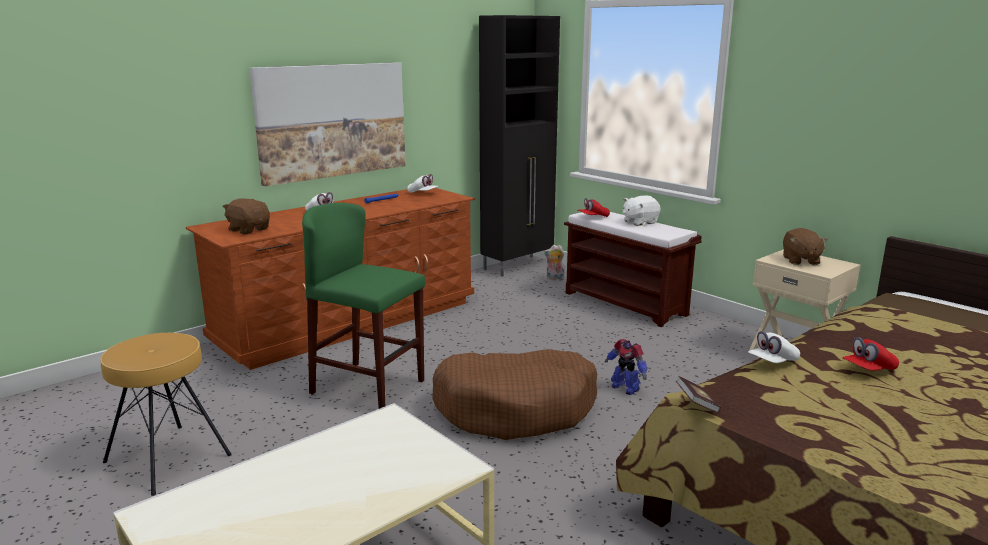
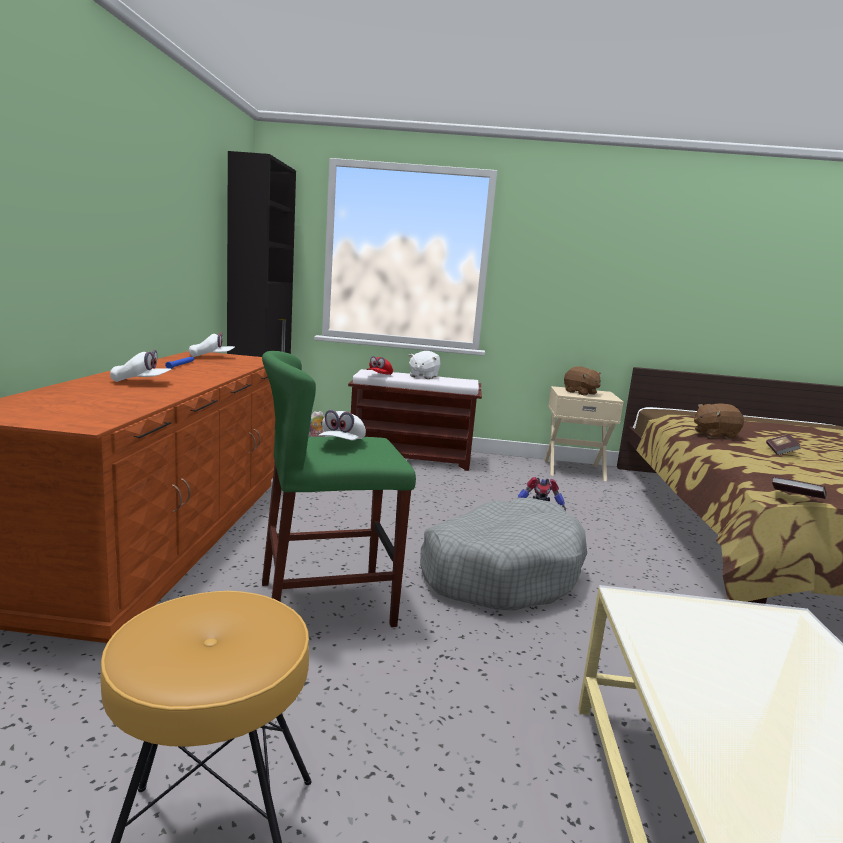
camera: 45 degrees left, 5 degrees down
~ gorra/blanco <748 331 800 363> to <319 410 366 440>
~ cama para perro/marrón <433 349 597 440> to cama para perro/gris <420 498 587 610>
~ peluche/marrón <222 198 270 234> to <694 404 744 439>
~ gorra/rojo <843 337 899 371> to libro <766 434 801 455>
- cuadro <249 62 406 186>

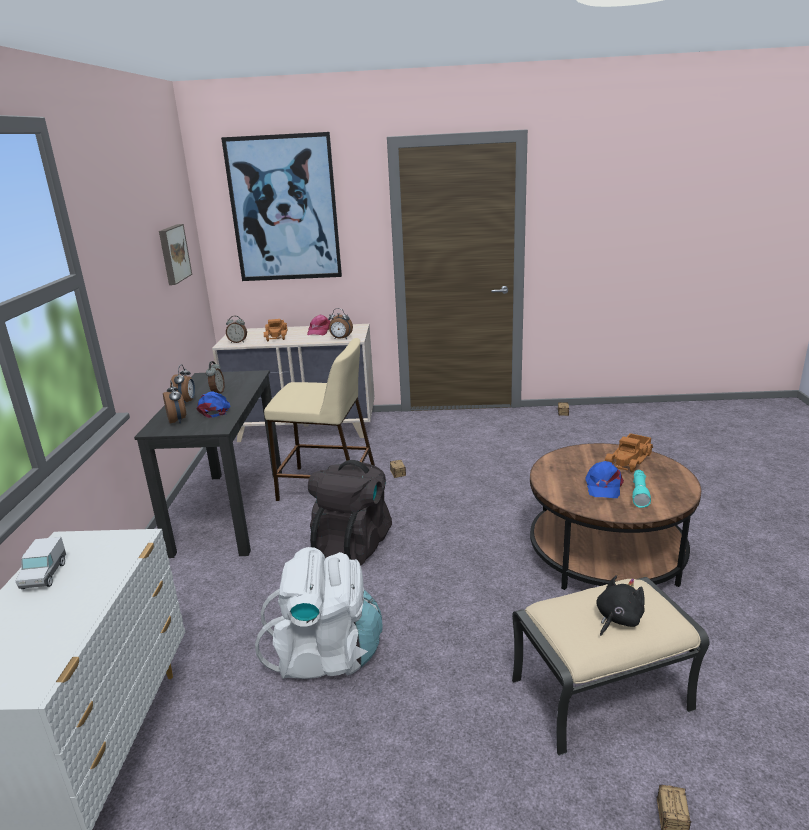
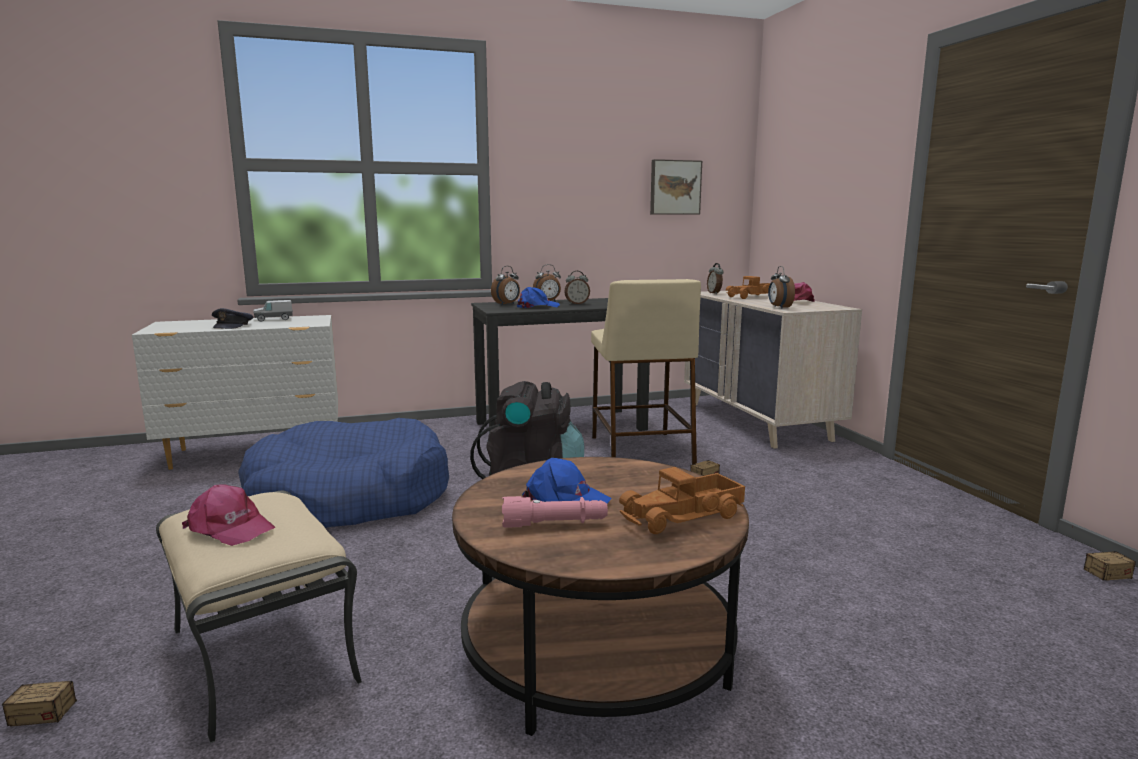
camera: 70 degrees right, 10 degrees down
~ peluche/negro <596 575 645 636> to gorra/rosa <182 484 275 546>
+ gorra/gris <212 308 253 329>
~ mochila/blanco <255 547 383 679> to cama para perro/azul <238 418 449 528>
~ linterna/turquesa <632 470 651 508> to linterna/rosa <502 496 608 528>
~ gorra/azul <585 461 624 498> = <522 458 612 503> 150 degrees counterclockwise
~ camión de juguete <605 433 653 472> = <619 467 745 534> 45 degrees counterclockwise
- cuadro <221 132 342 281>

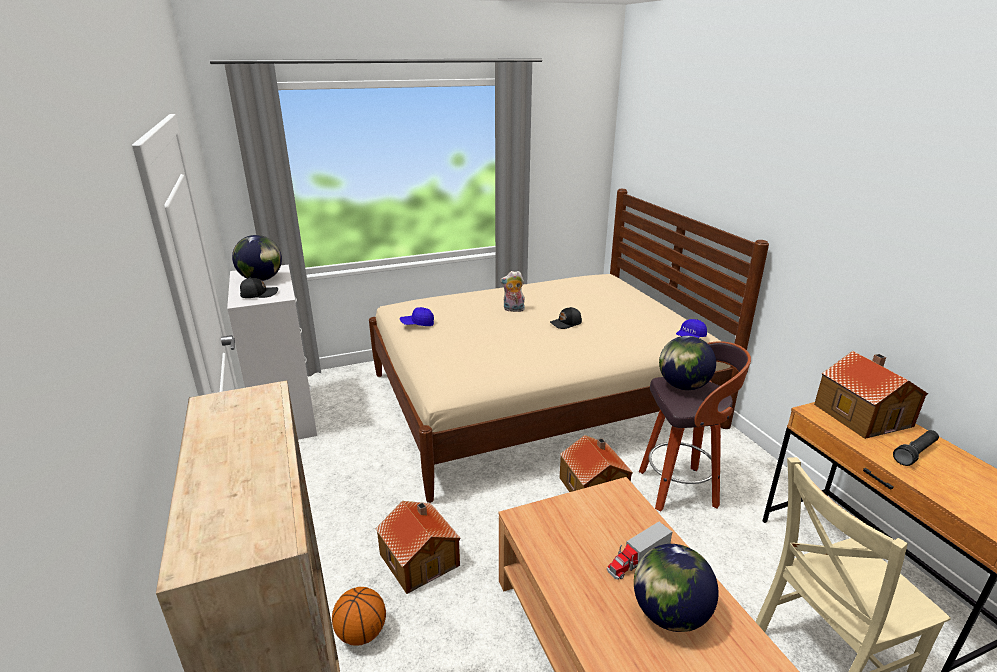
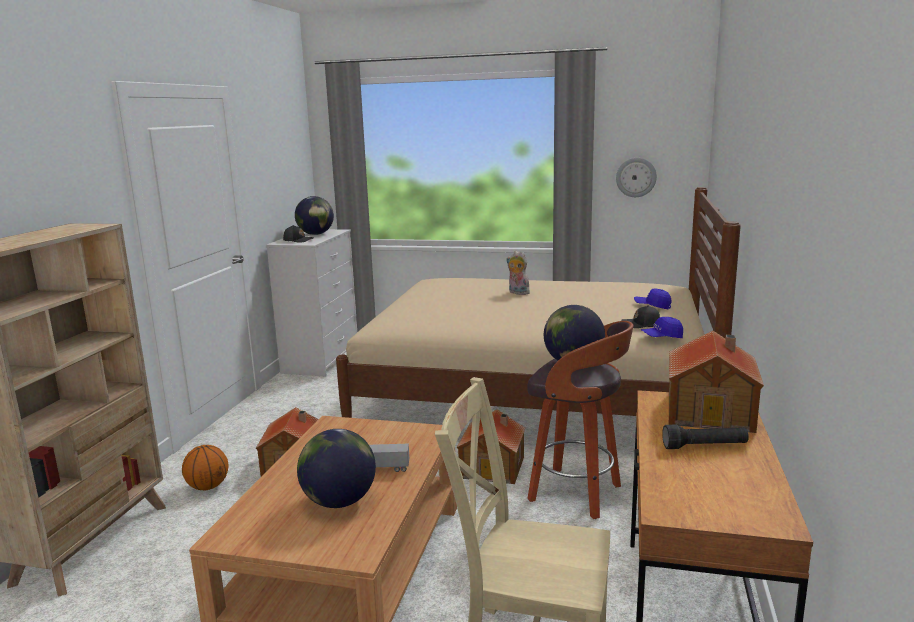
camera: 35 degrees right, 10 degrees down
+ reloj de pared <616 158 657 197>
~ gorra/negro <550 307 582 329> to <621 305 660 328>
~ gorra/azul <400 307 434 326> to <634 288 671 309>

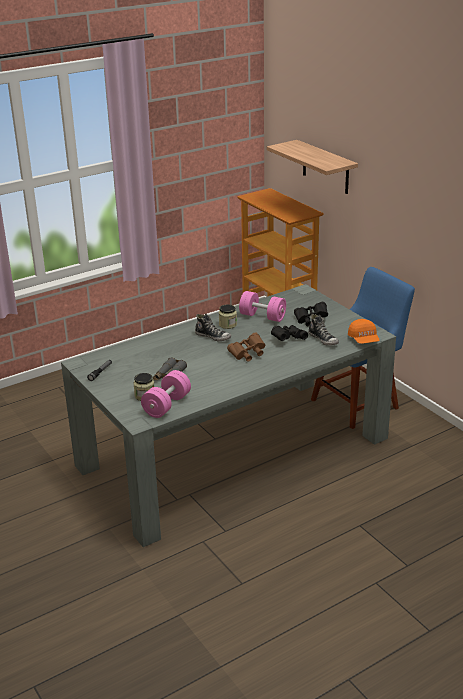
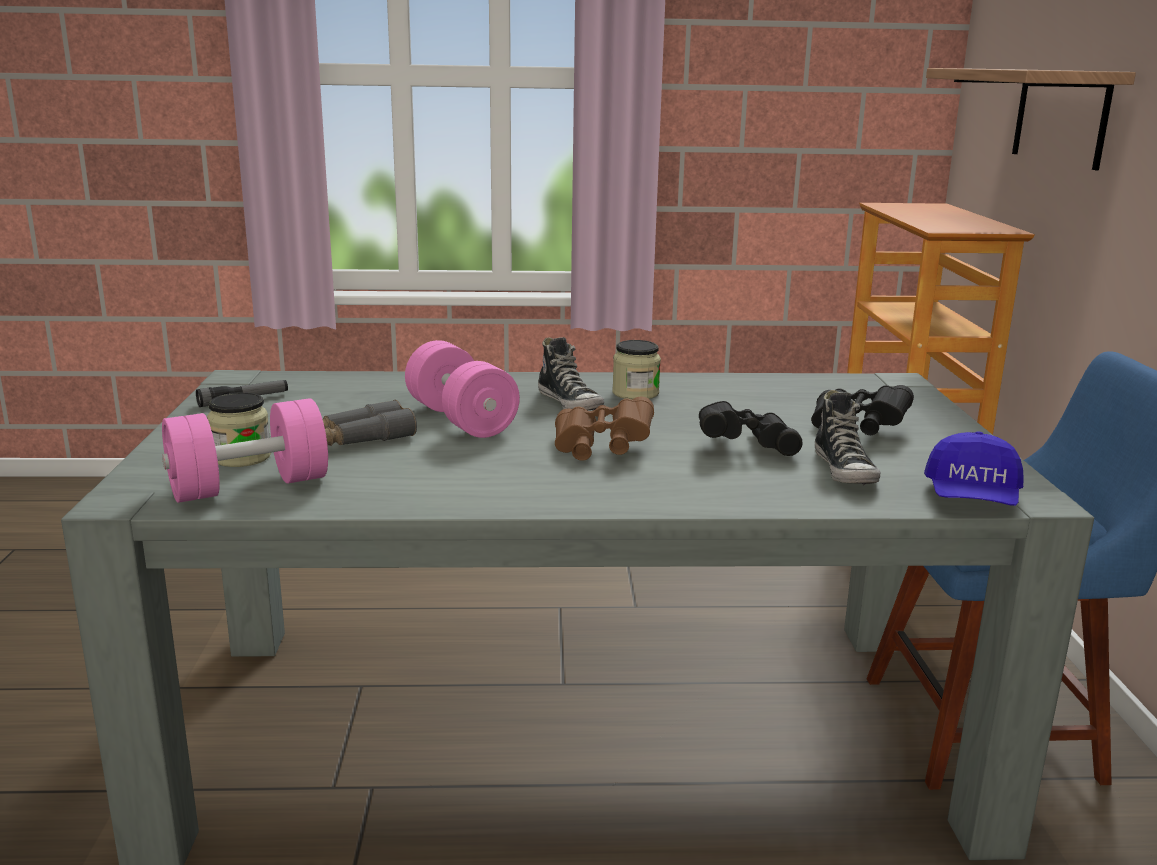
camera: 30 degrees right, 10 degrees down
~ mancuerna/rosa <239 291 286 322> to <405 340 520 438>
~ gorra/naranja <348 319 380 344> to gorra/azul <924 431 1024 506>

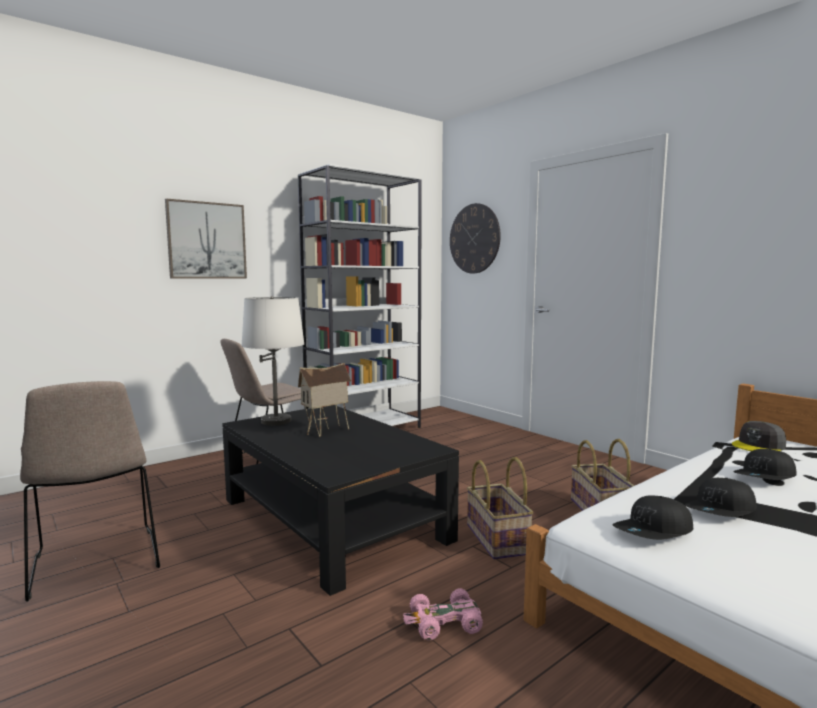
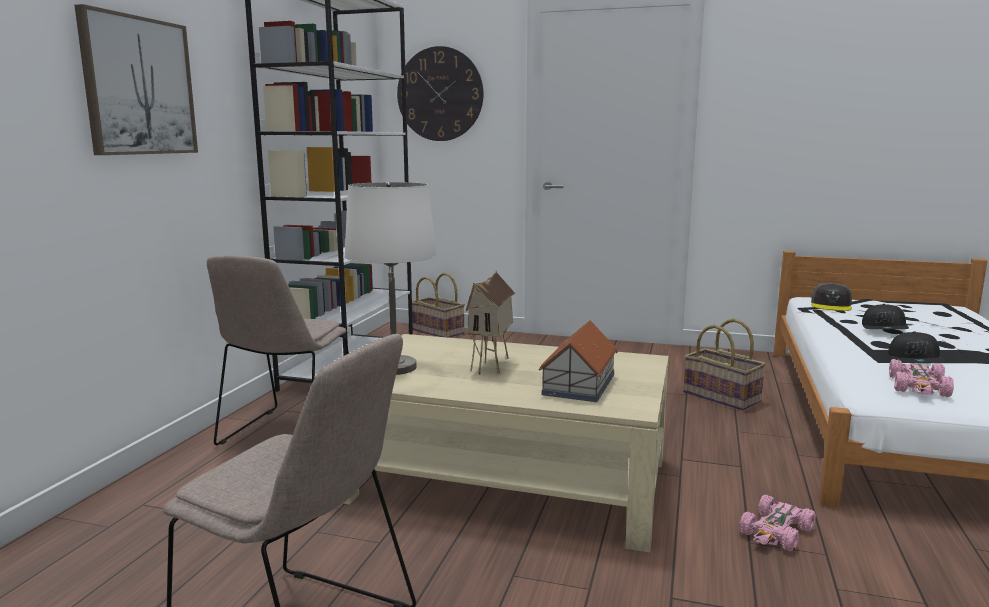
camera: 35 degrees left, 5 degrees up
~ mesa de centro/negro <222 405 459 596> to mesa de centro/beis <343 334 669 552>
~ cesta <467 457 533 559> to <412 273 465 338>
+ casita <539 320 618 402>
~ gorra/negro <613 495 693 540> to coche de juguete/rosa <889 359 954 397>

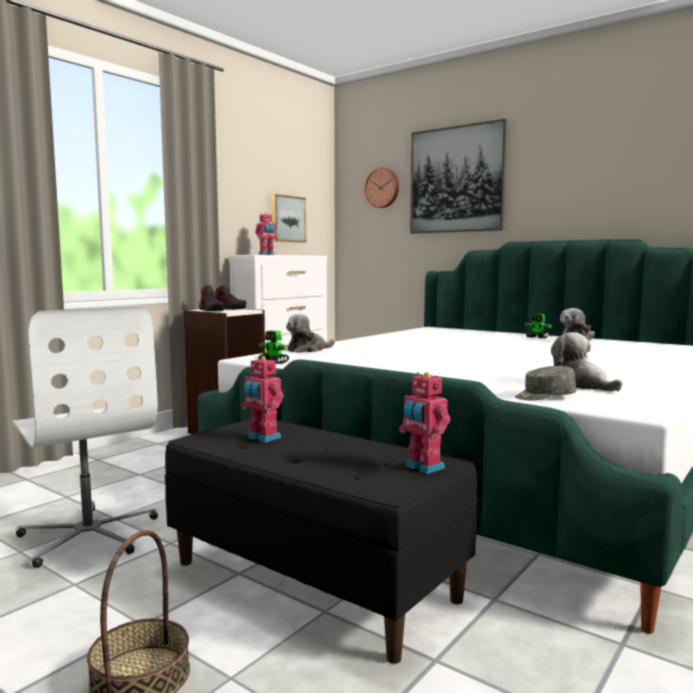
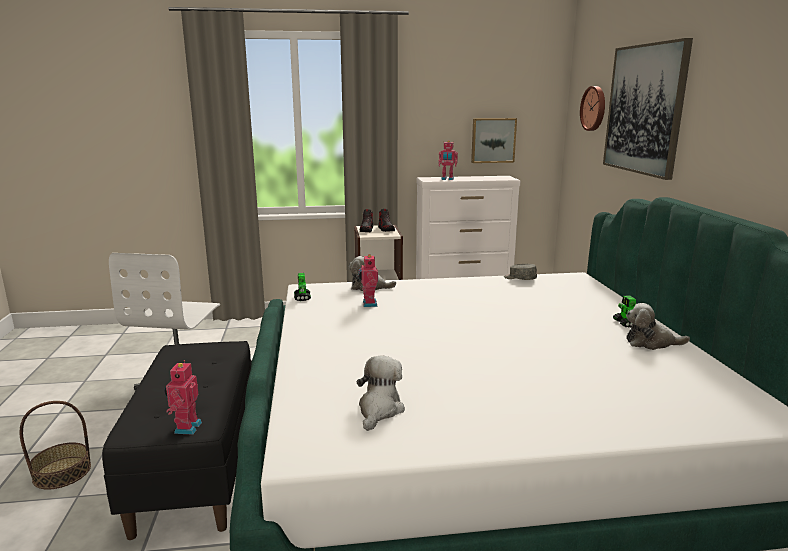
camera: 45 degrees right, 10 degrees up
~ robot de juguete <241 356 283 443> to <358 255 378 307>
~ gorra/gris <515 366 576 401> to <504 264 537 280>

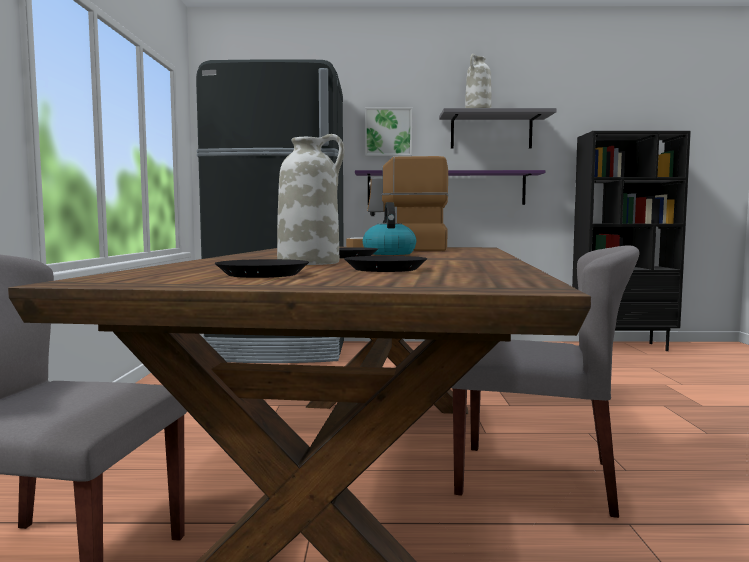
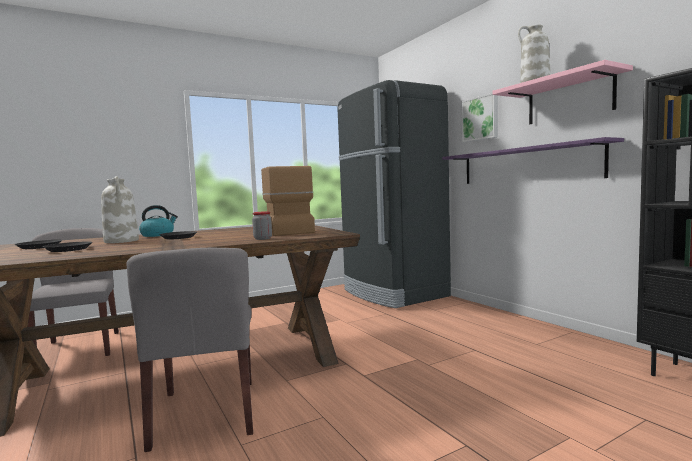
camera: 60 degrees right, 0 degrees up
~ hervidor <363 202 416 255> to <139 205 178 237>
+ tarro <252 211 272 240>
~ estante/gris <439 108 557 149> to estante/rosa <492 60 633 124>

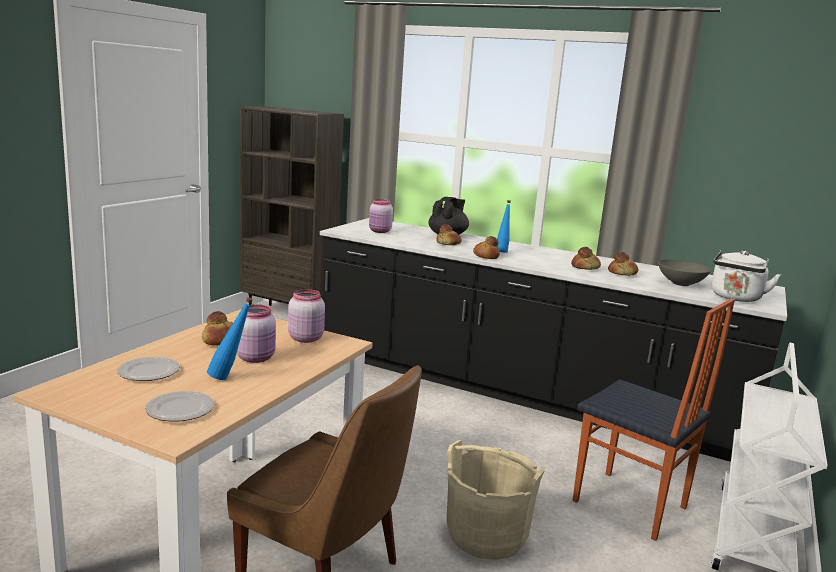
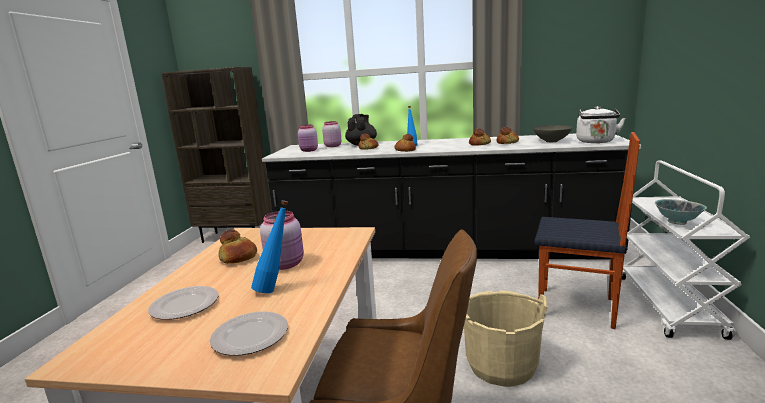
camera: 15 degrees left, 0 degrees up
~ tarro/rosa <288 289 325 343> to <322 121 342 147>
+ cuenco <655 199 707 225>

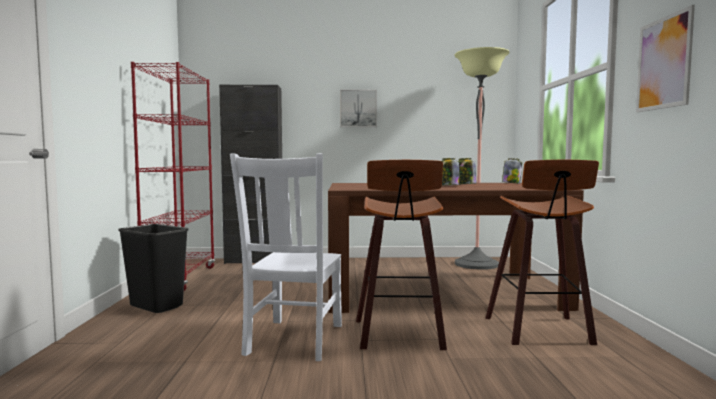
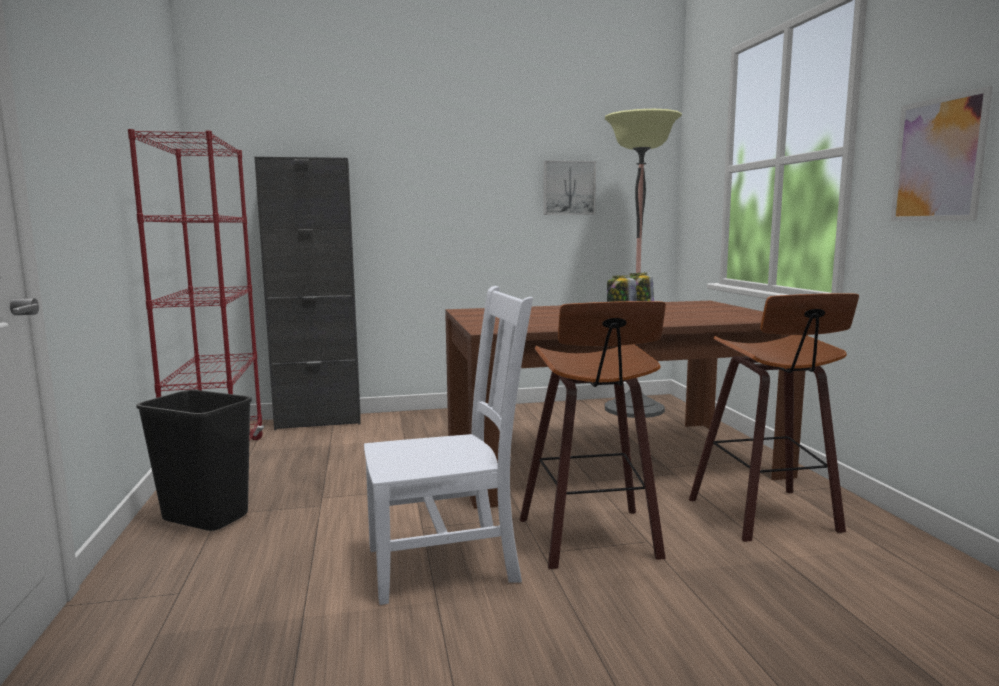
camera: 10 degrees left, 5 degrees up
~ silla/blanco <230 153 342 361> = <364 286 533 605> 105 degrees counterclockwise
~ cuadro <340 90 377 127> to <544 160 596 215>
- tarro <502 158 522 184>

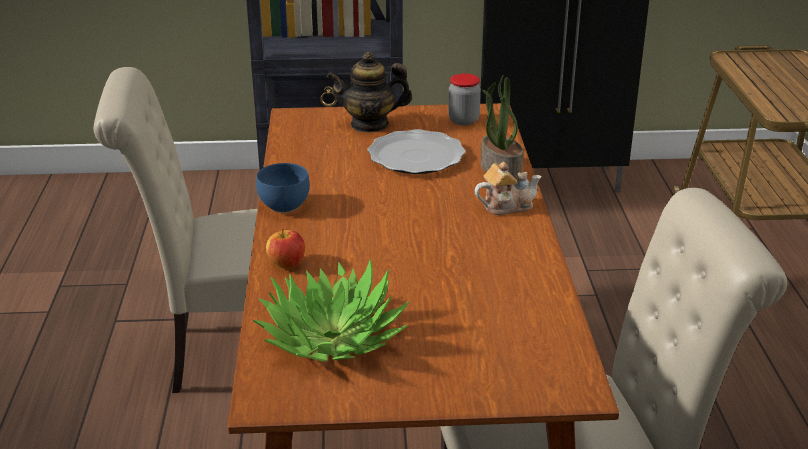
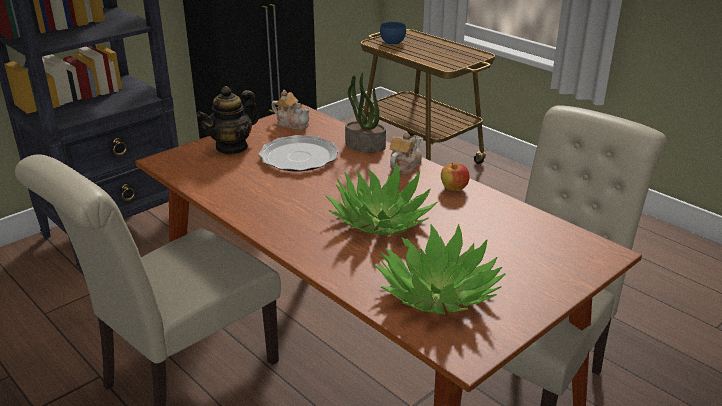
camera: 40 degrees left, 0 degrees up
~ tarro <448 74 481 126> to tetera <272 90 310 130>
+ planta en maceta <325 163 438 235>
~ cuenco/azul <256 163 310 213> to <380 22 406 45>
~ manzana <266 229 305 269> to <441 163 469 191>

